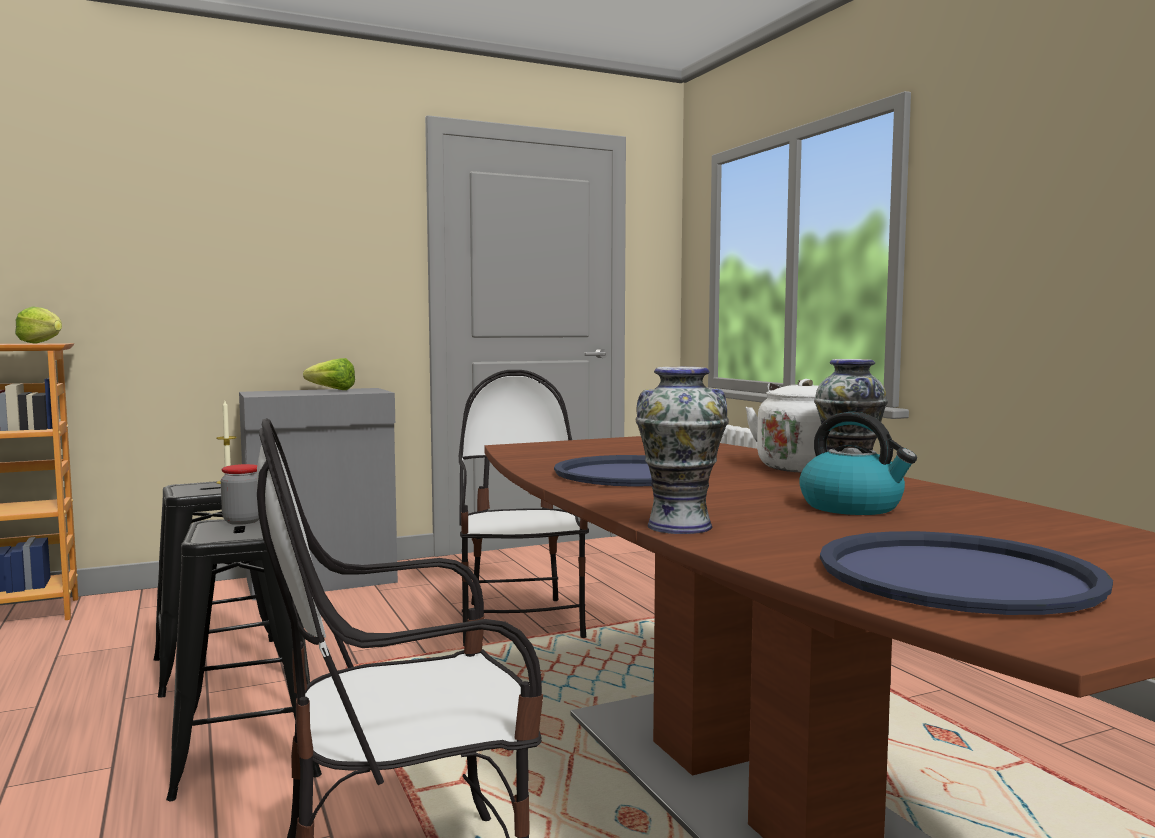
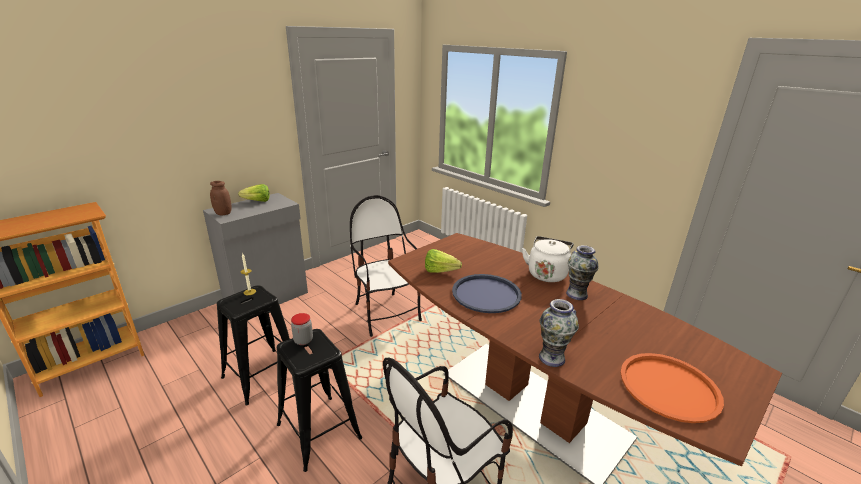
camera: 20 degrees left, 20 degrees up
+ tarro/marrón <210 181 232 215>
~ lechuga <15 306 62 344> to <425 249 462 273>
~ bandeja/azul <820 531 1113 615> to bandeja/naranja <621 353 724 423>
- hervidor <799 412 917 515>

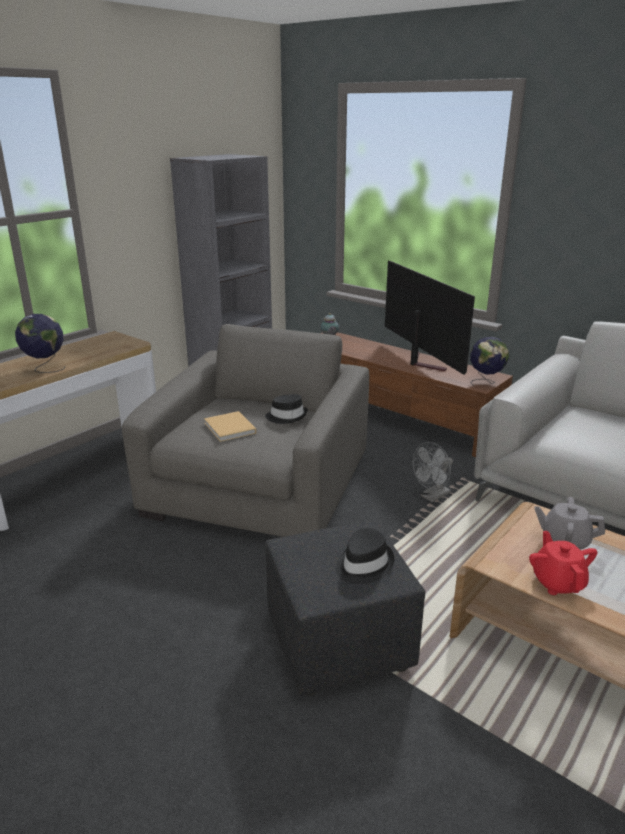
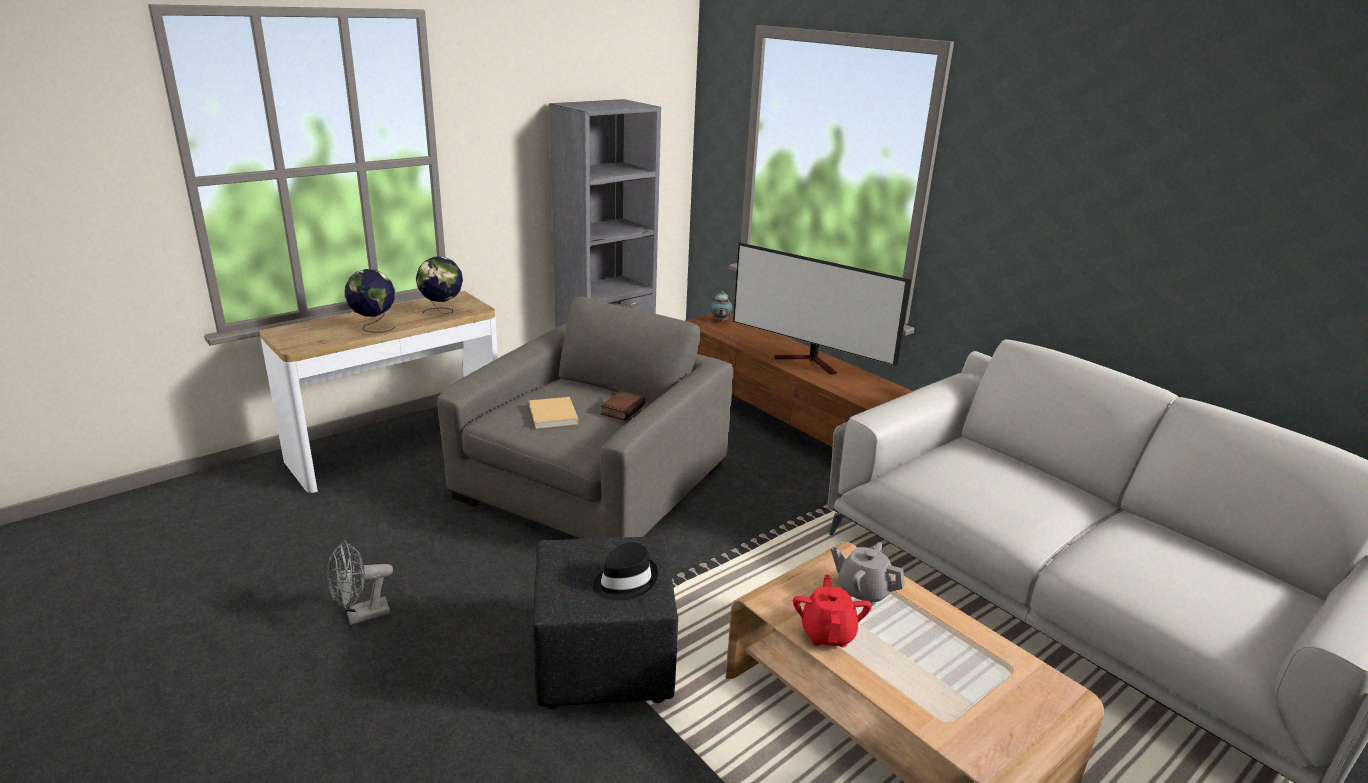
camera: 10 degrees right, 0 degrees up
~ ventilador/gris <412 442 453 502> to <327 540 393 625>
~ globo terráqueo <470 337 509 386> to <416 257 463 314>
~ sombrero/negro <265 394 308 424> to libro <601 391 645 421>
~ televisor <385 261 475 375> = <733 242 911 375> 135 degrees clockwise

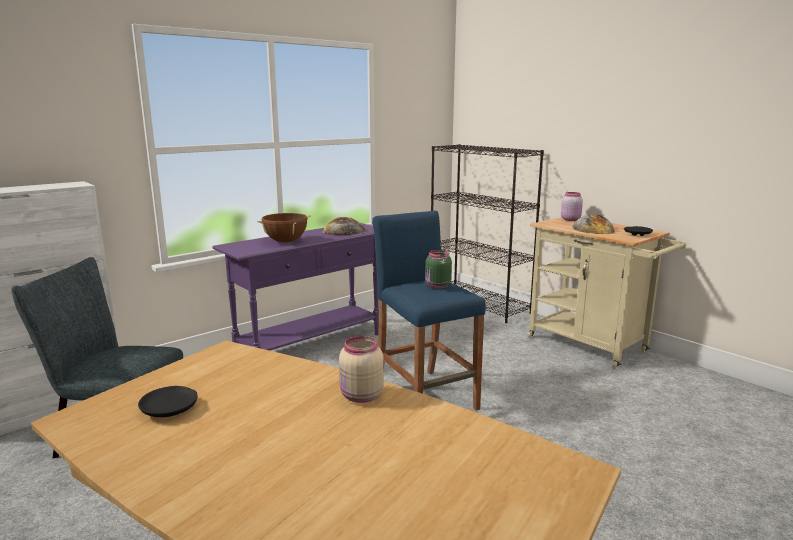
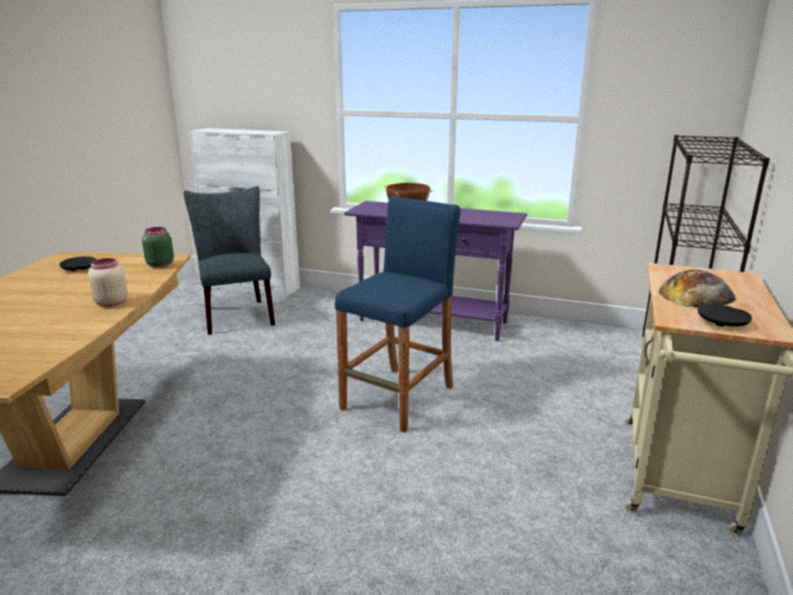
camera: 60 degrees right, 5 degrees up
~ tarro/verde <425 250 452 289> to <142 227 174 268>
- pan <322 217 367 235>
- tarro/rosa <561 192 583 221>

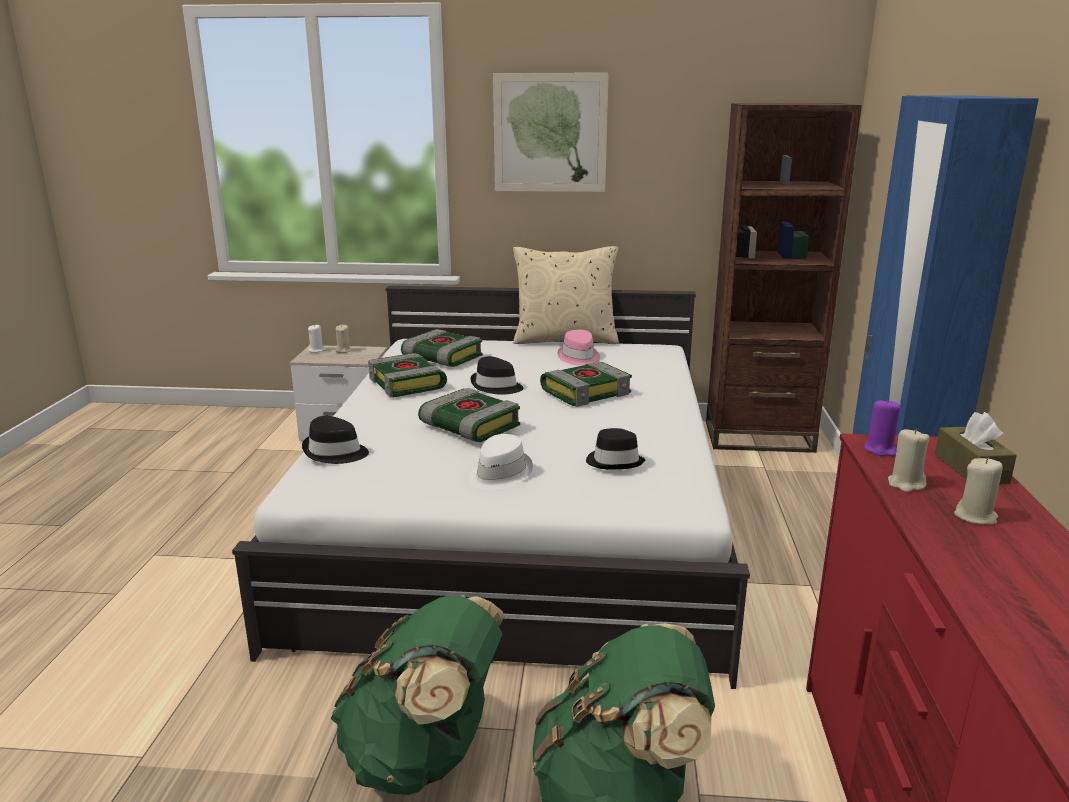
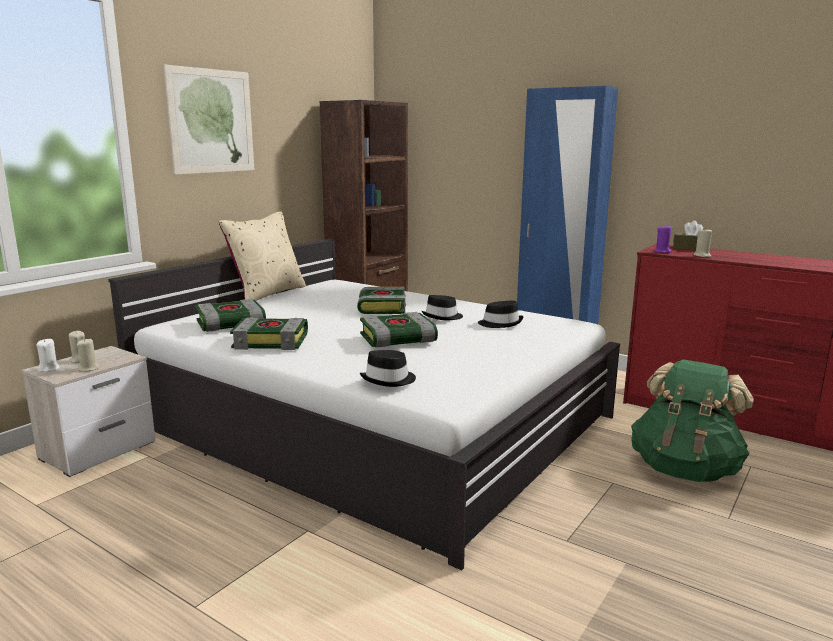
camera: 60 degrees left, 5 degrees down
~ vela/beis <954 458 1003 525> to <77 338 100 372>
~ sombrero/negro <471 356 524 395> to <422 295 463 321>
- mochila/verde <331 595 505 795>
- sombrero/blanco <469 434 533 490>
- sombrero/rosa <558 330 600 366>

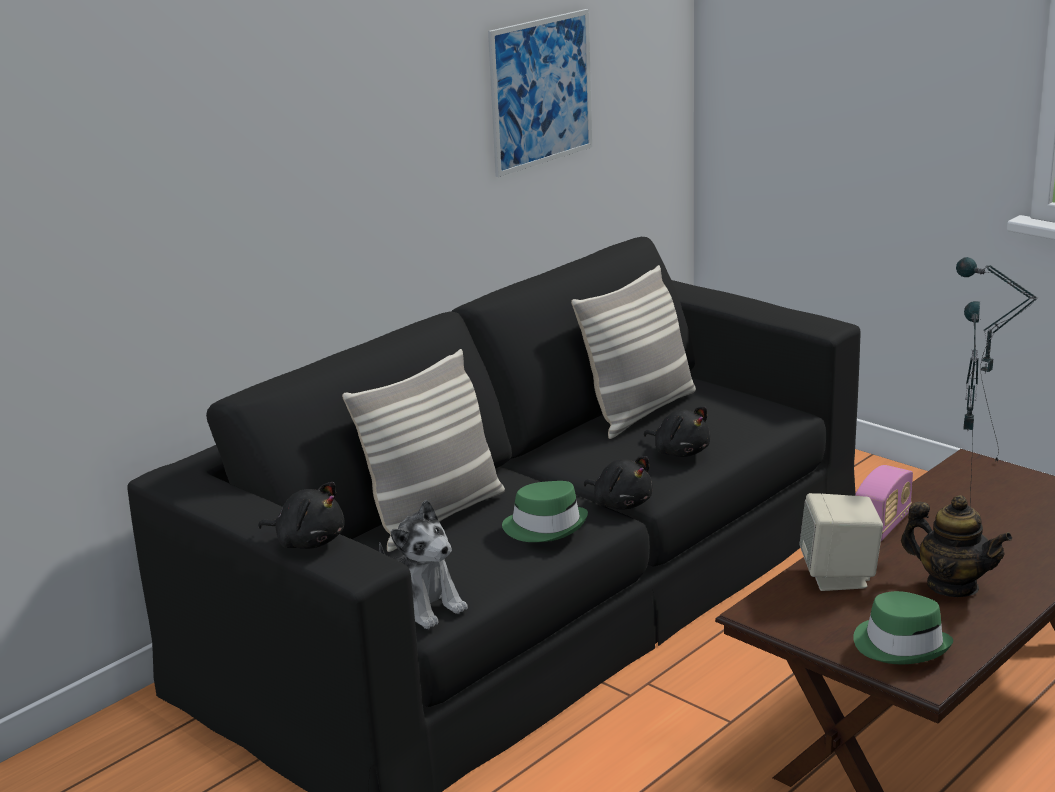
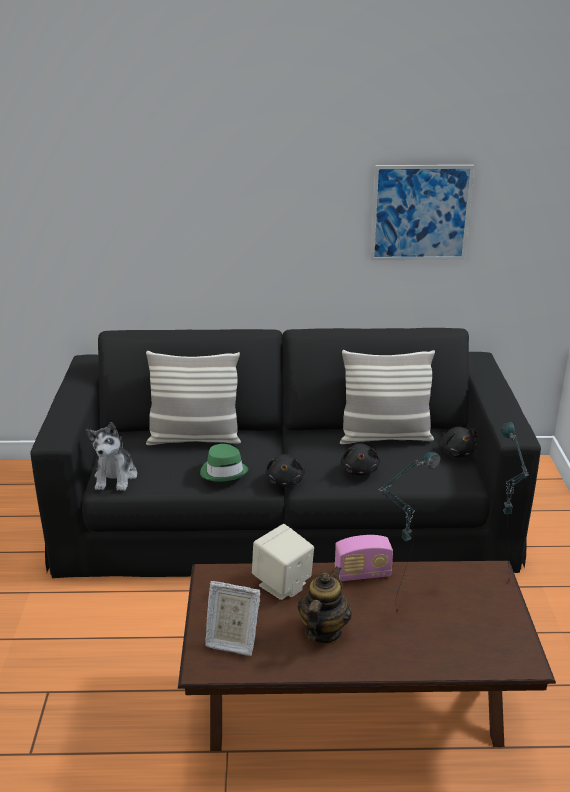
camera: 45 degrees right, 5 degrees up
~ sombrero/verde <853 591 953 664> to portarretratos <205 581 261 656>
~ tetera <901 495 1012 597> = <298 566 352 643> 150 degrees counterclockwise
~ peluche/negro <258 482 344 549> to <439 427 477 458>

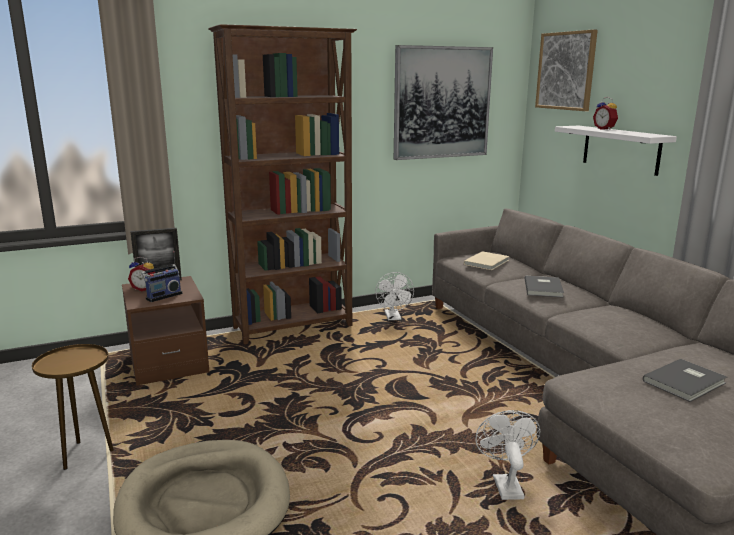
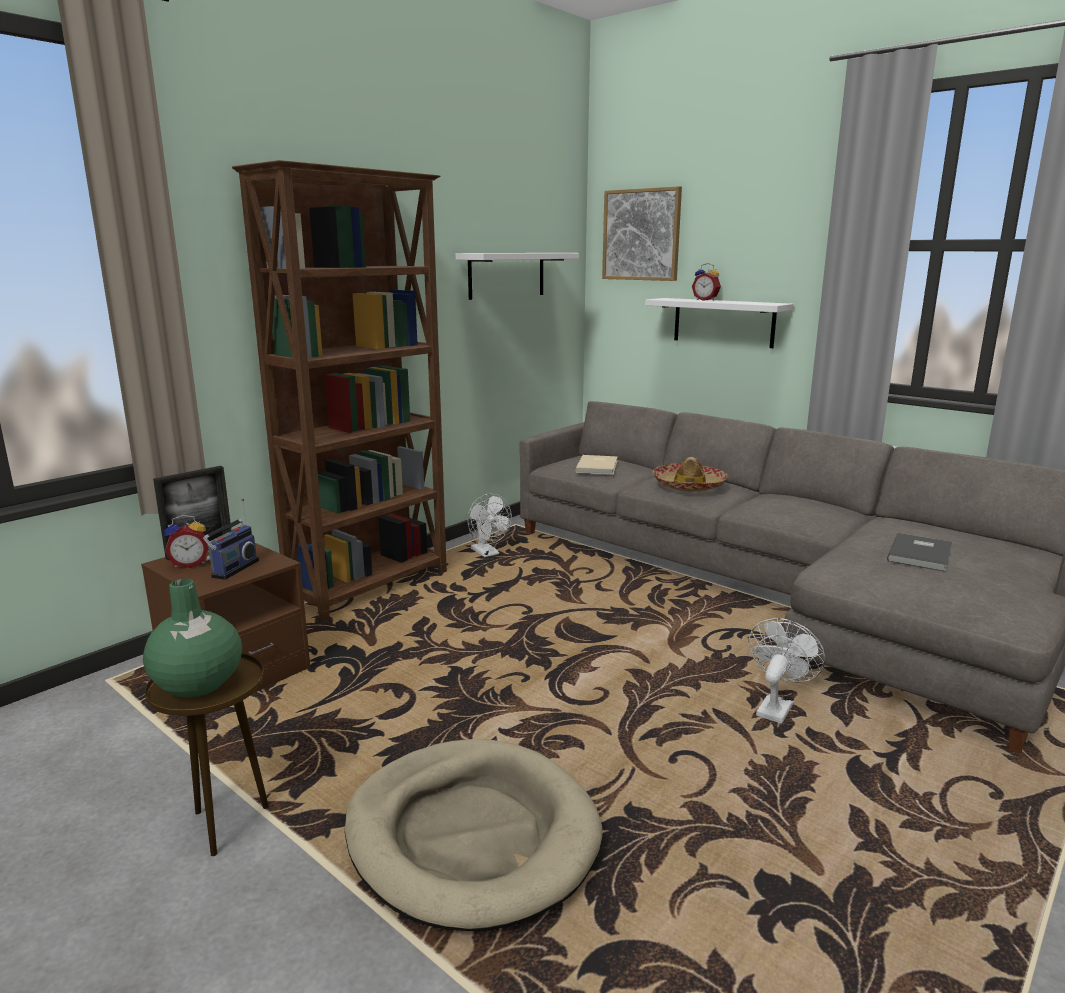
camera: 25 degrees left, 0 degrees up
+ florero/verde <143 579 242 698>
~ cuadro <394 45 493 160> to estante/blanco <456 253 579 300>
~ libro/gris <525 276 564 298> to sombrero <652 457 729 492>
~ ventilador/blanco <475 410 540 500> = <748 618 825 724> 60 degrees clockwise

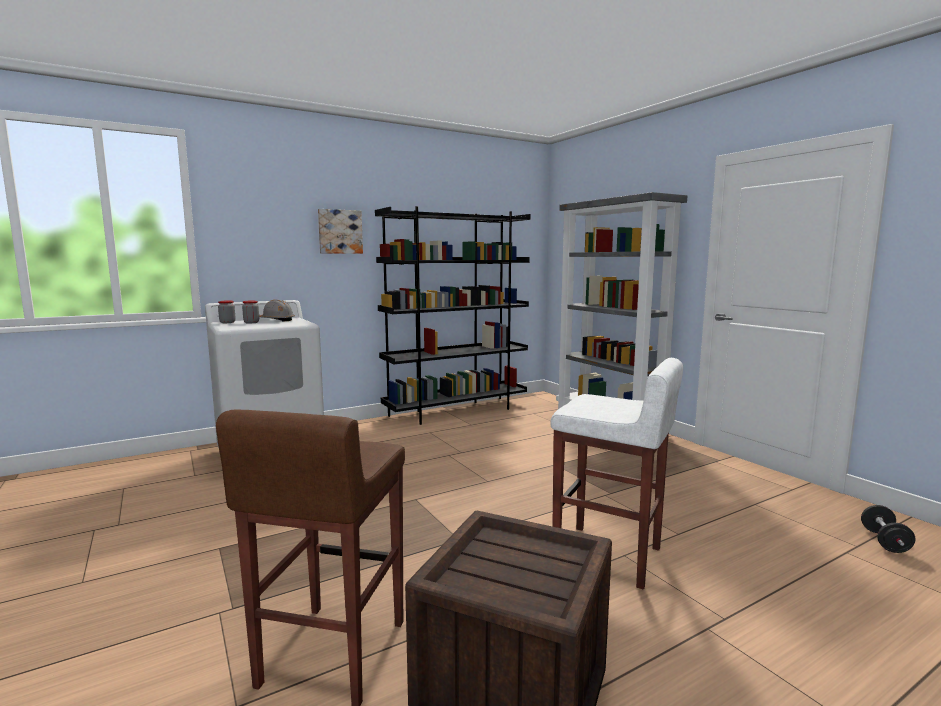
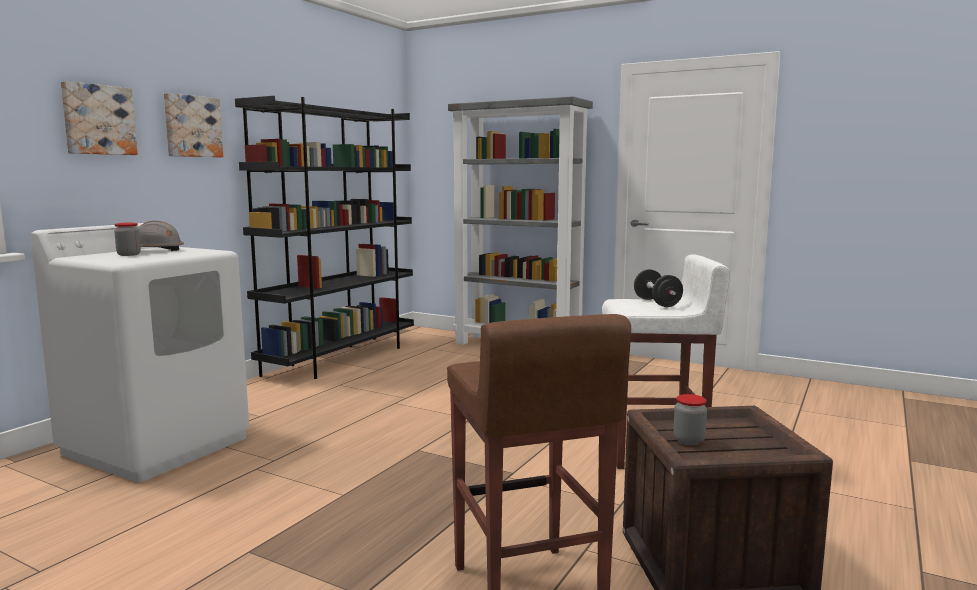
camera: 30 degrees left, 0 degrees up
+ cuadro <61 81 138 155>
~ mancuerna/negro <861 505 915 553> to <634 269 683 307>
~ tarro <218 300 236 323> to <673 394 707 445>

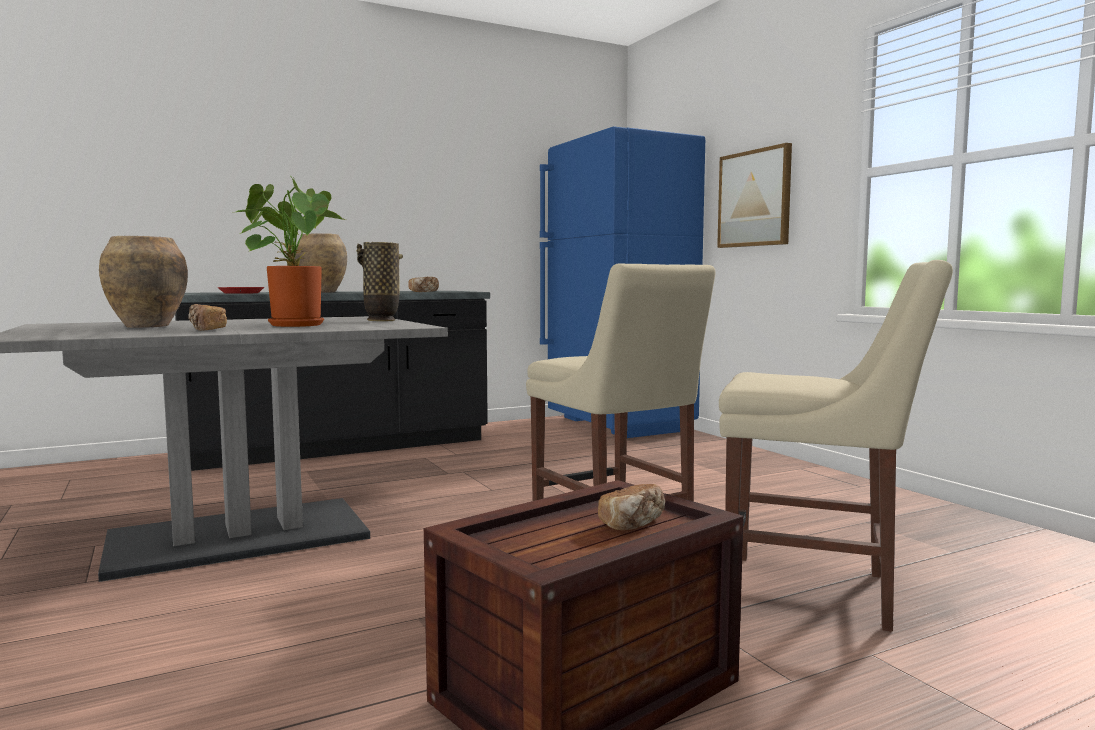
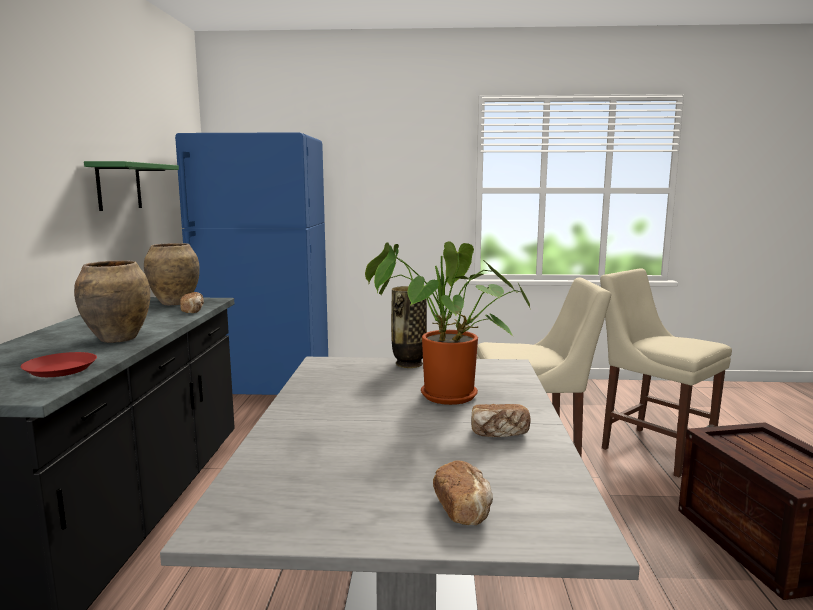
camera: 60 degrees left, 5 degrees up
+ estante/verde <84 161 179 211>
~ florero/marrón <99 236 188 328> to <144 243 200 305>
~ pan <598 484 666 530> to <433 460 493 525>
~ silla/beis <719 260 953 632> = <600 268 732 477> 90 degrees counterclockwise
- cuadro <717 143 792 248>

